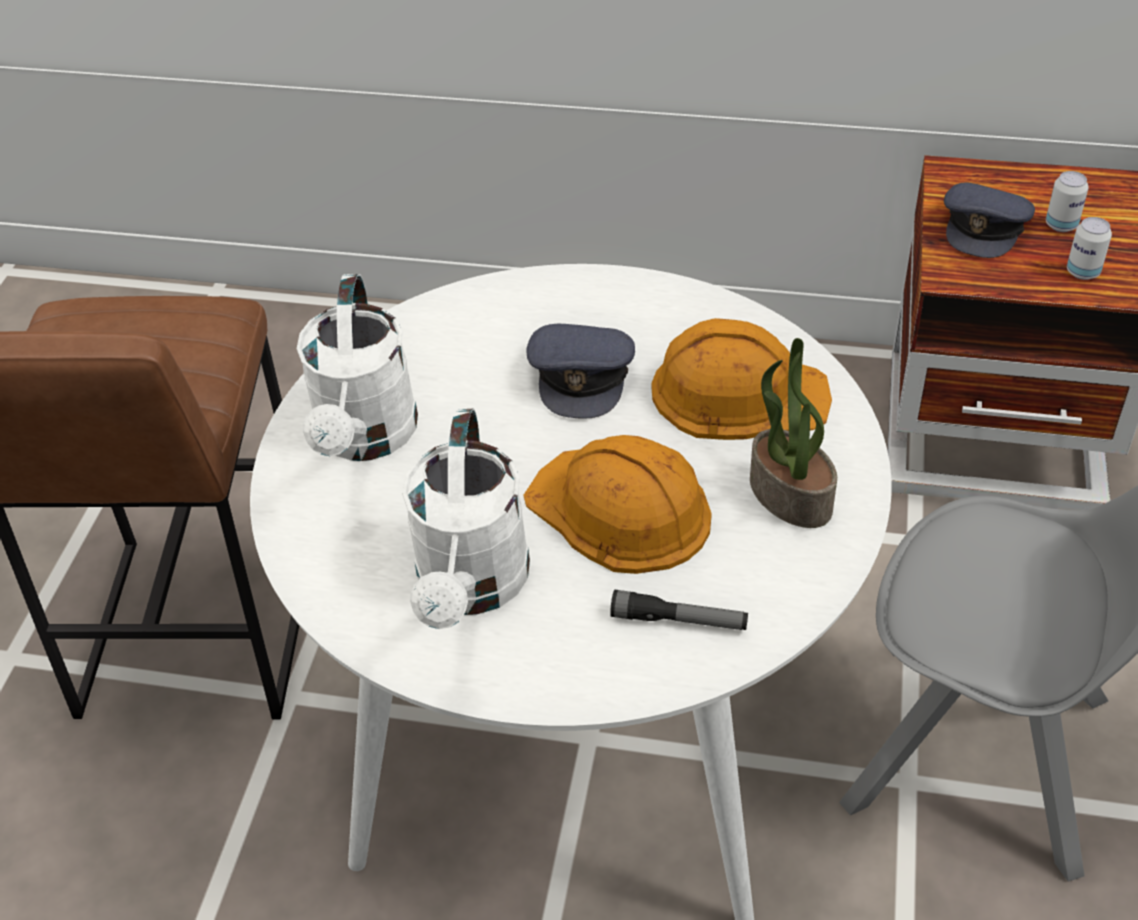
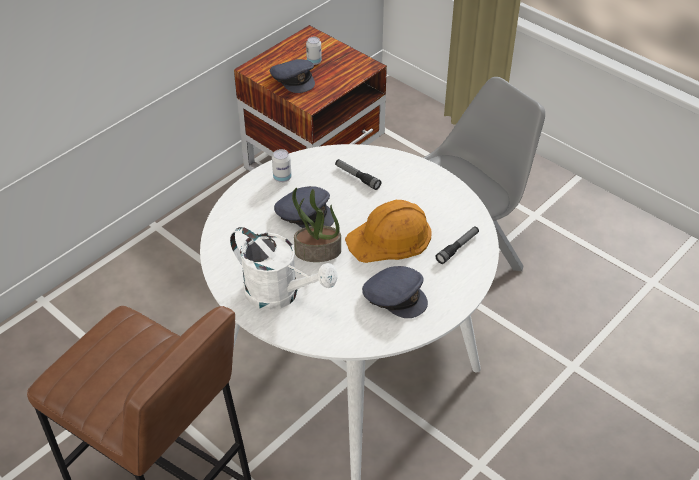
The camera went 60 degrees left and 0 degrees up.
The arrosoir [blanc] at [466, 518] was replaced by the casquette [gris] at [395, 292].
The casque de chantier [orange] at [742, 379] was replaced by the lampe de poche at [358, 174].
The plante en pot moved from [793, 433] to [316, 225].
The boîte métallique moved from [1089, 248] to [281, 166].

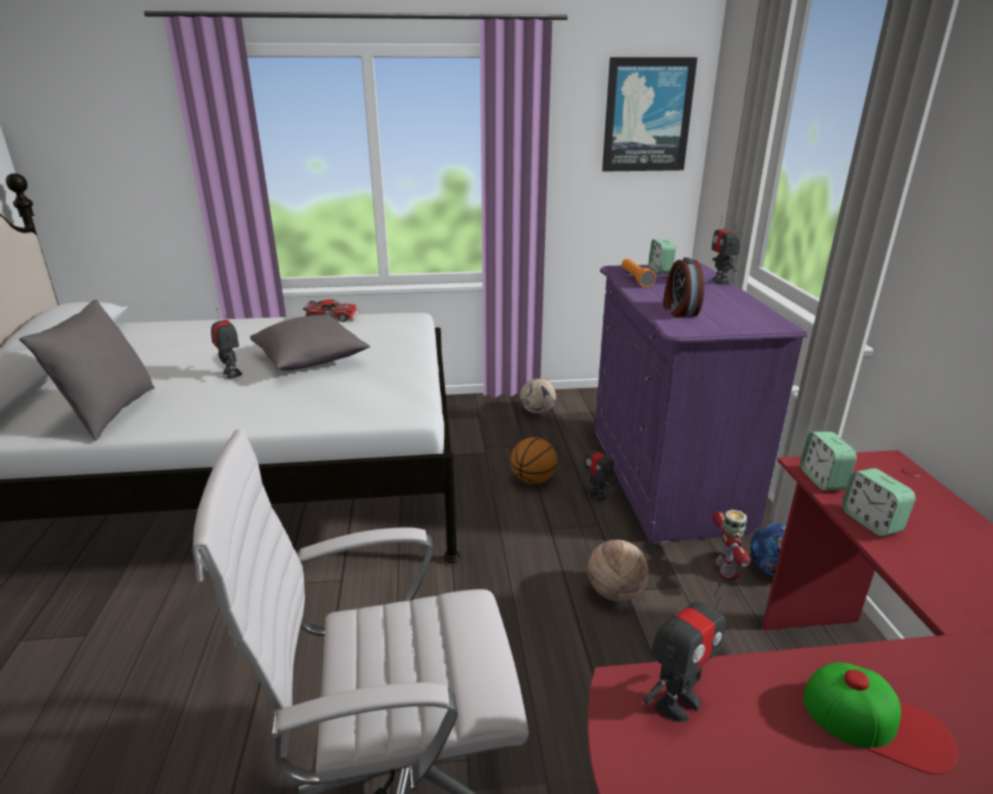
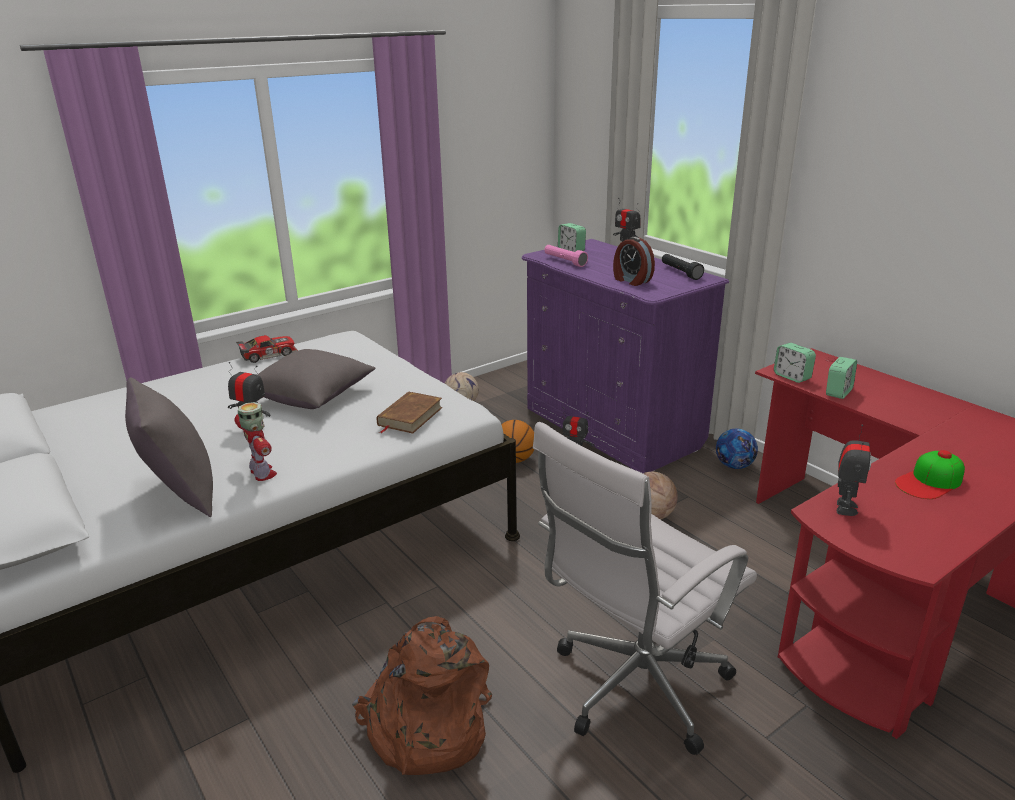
The camera went 30 degrees left and 0 degrees up.
The tableau at [650, 114] disappeared.
The lampe de poche [orange] at [639, 273] became the lampe de poche [rose] at [566, 256].
The robot jouet moved from [731, 545] to [256, 441].
The casquette at [880, 718] turned 150 degrees clockwise.
The réveil at [879, 502] turned 90 degrees counterclockwise.
The sac à dos [marron] at [422, 695] appeared.
The livre [marron] at [410, 412] appeared.
The lampe de poche [noir] at [683, 267] appeared.

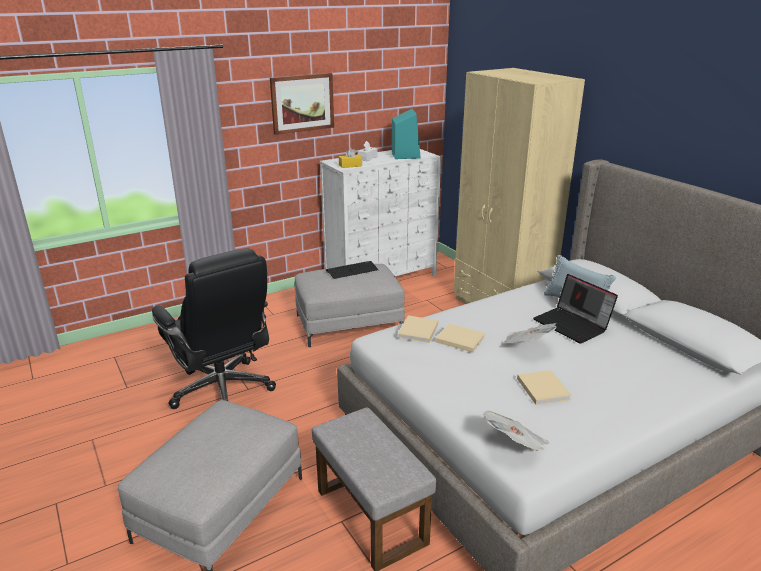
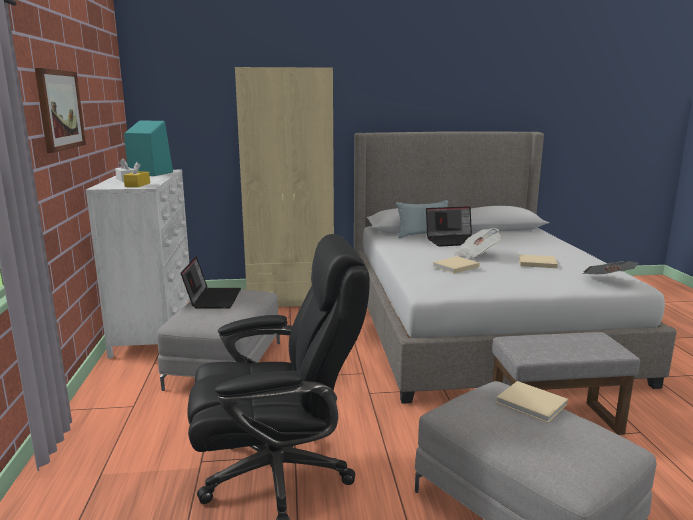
The camera went 65 degrees left and 10 degrees down.
The clavier at [351, 270] was replaced by the ordinateur portable at [211, 282].
The livre [beige] moved from [417, 329] to [532, 402].

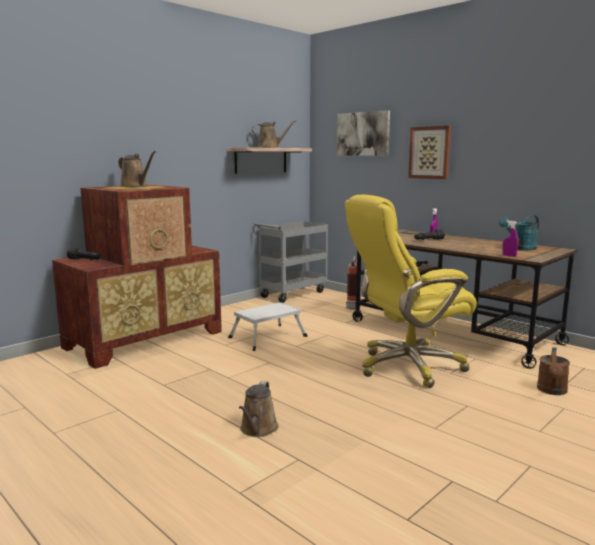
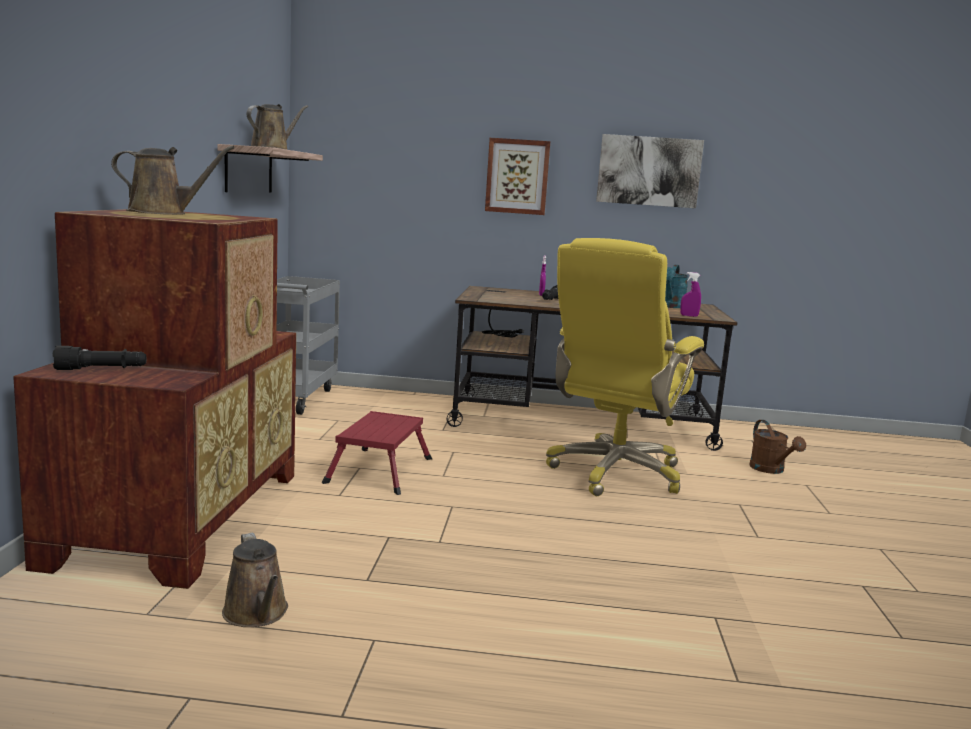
The camera went 40 degrees left and 0 degrees up.
The escabeau [blanc] at [268, 326] became the escabeau [rouge] at [376, 453].
The arrosoir [marron] moved from [258, 409] to [255, 579].
The tableau moved from [363, 133] to [650, 171].
The extincteur at [354, 283] disappeared.

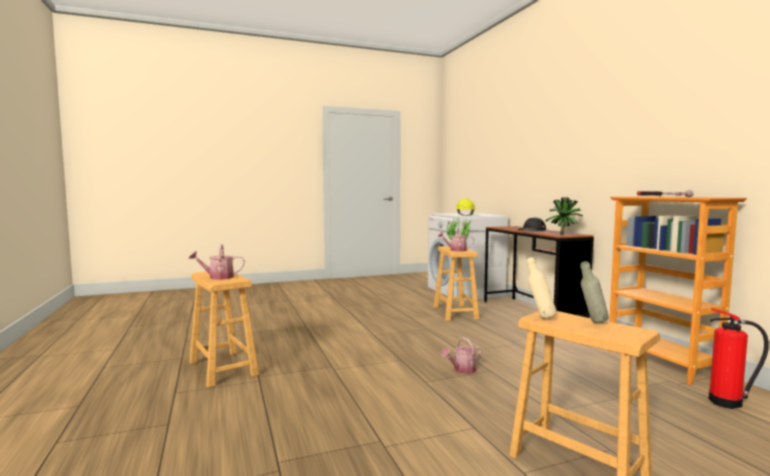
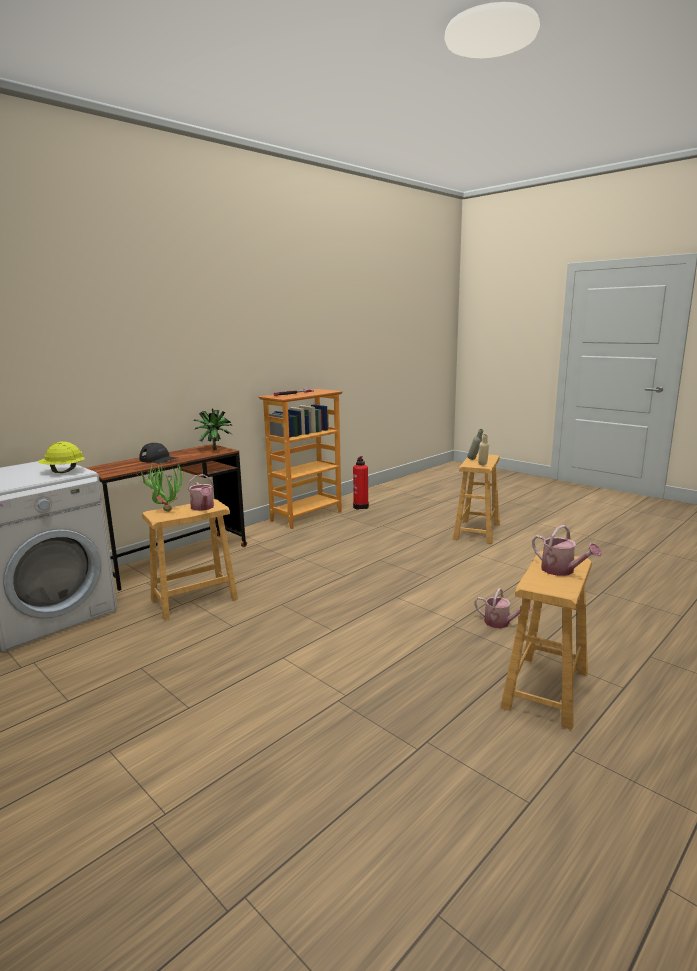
The camera went 115 degrees left and 10 degrees up.
The arrosoir moved from [461, 355] to [503, 608].

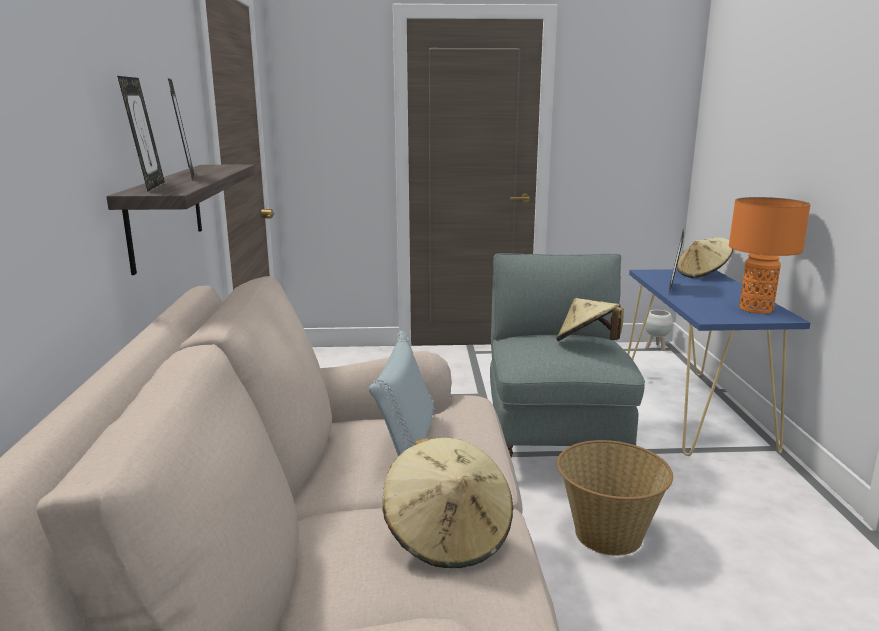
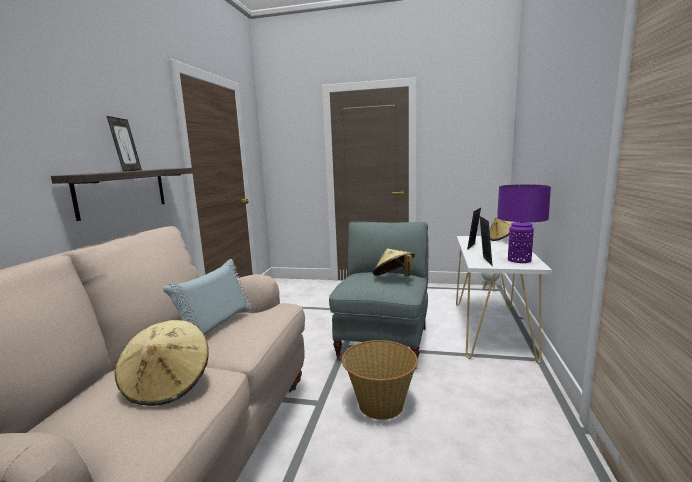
The camera went 15 degrees right and 5 degrees down.
The cadre photo moved from [141, 134] to [486, 240].
The table console [bleu] at [718, 362] became the table console [blanc] at [504, 300].
The lampe de table [orange] at [769, 255] became the lampe de table [violet] at [524, 223].

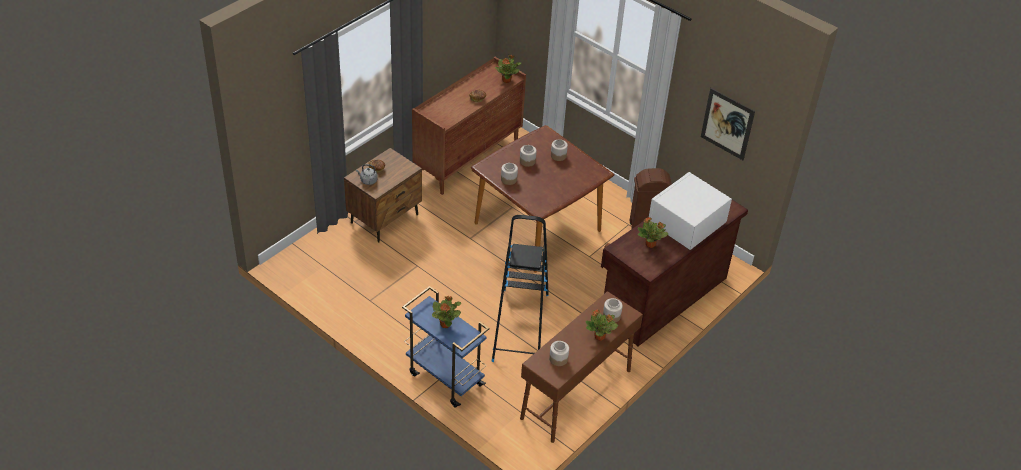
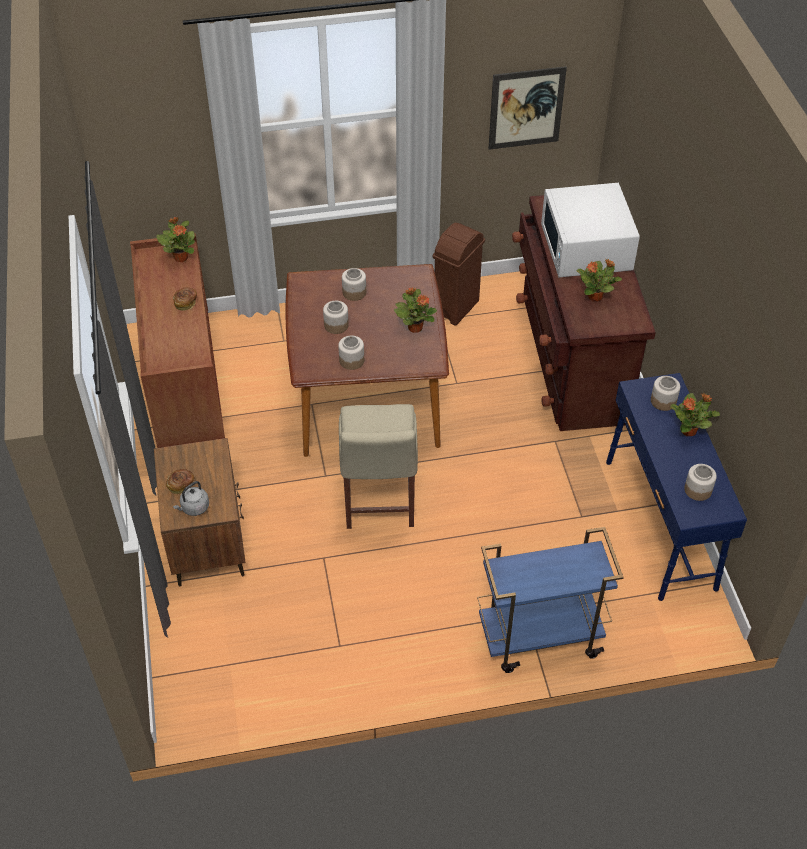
The camera went 50 degrees left and 5 degrees up.
The plante en pot moved from [446, 311] to [415, 310].
The escabeau [noir] at [520, 288] disappeared.
The table console [marron] at [581, 367] became the table console [bleu] at [676, 487].
The chaise [beige] at [378, 466] appeared.

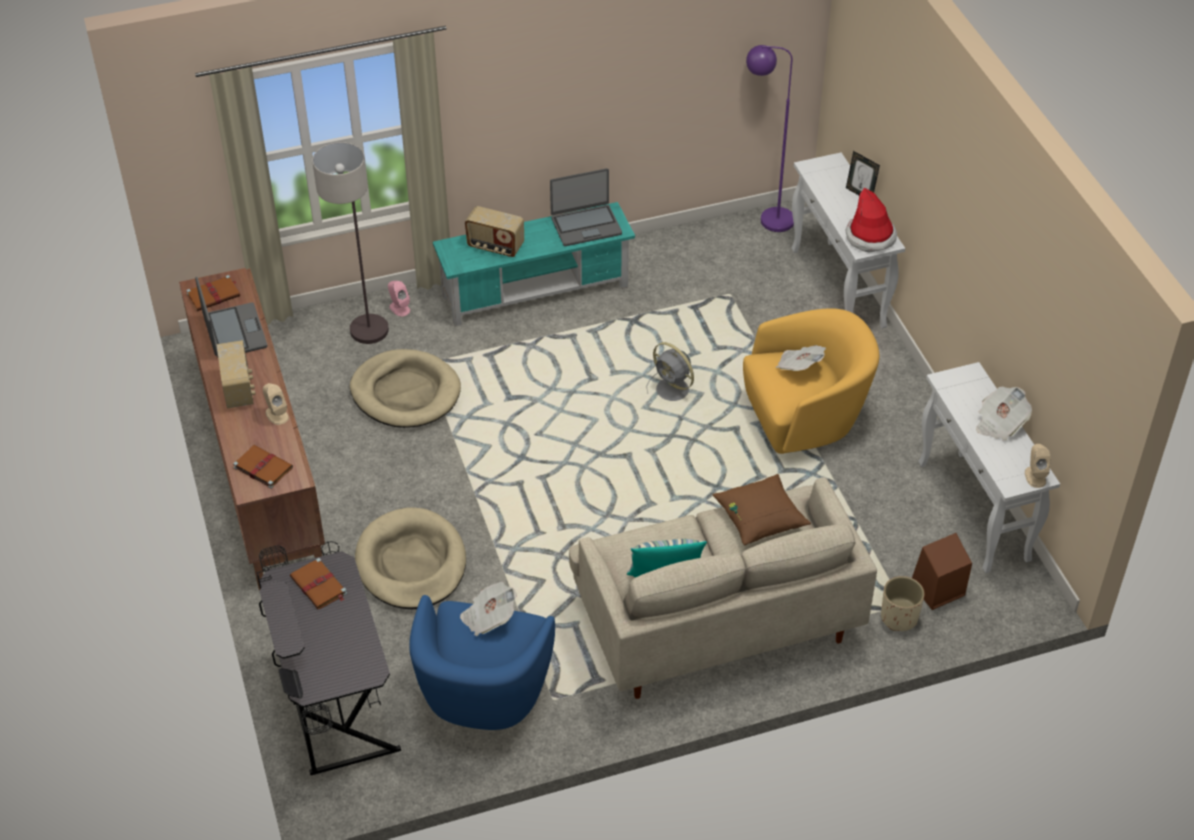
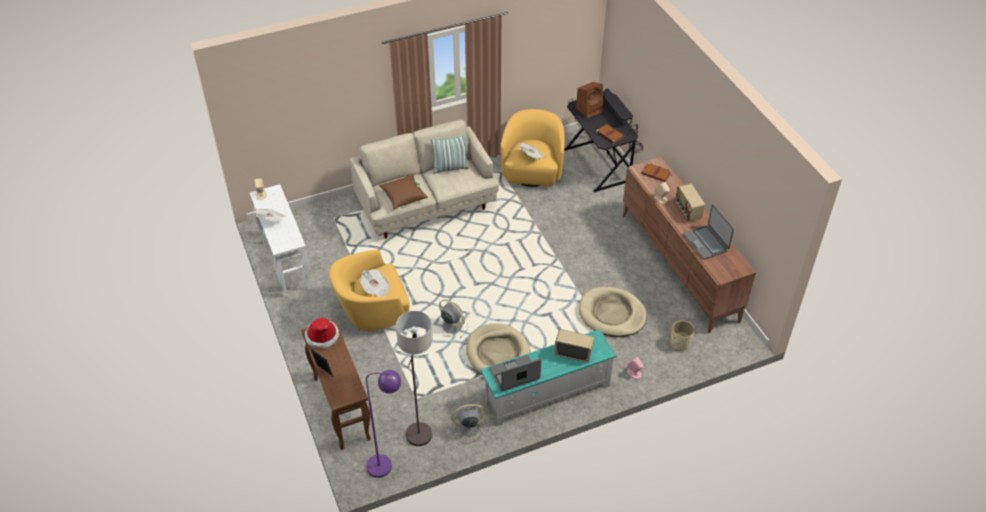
The camera went 175 degrees right and 0 degrees up.
The livre [marron] at [213, 293] disappeared.
The lampadaire [gris] moved from [350, 243] to [414, 378].
The panier pour chien [beige] moved from [410, 558] to [498, 349].
The fauteuil [bleu] at [482, 662] became the fauteuil [jaune] at [533, 148].
The table console [blanc] at [848, 240] became the table console [marron] at [336, 384].
The cache-pot [beige] moved from [903, 603] to [682, 335].
The enceinte [marron] moved from [942, 571] to [589, 100].
The ventilateur [gris] at [470, 424] appeared.

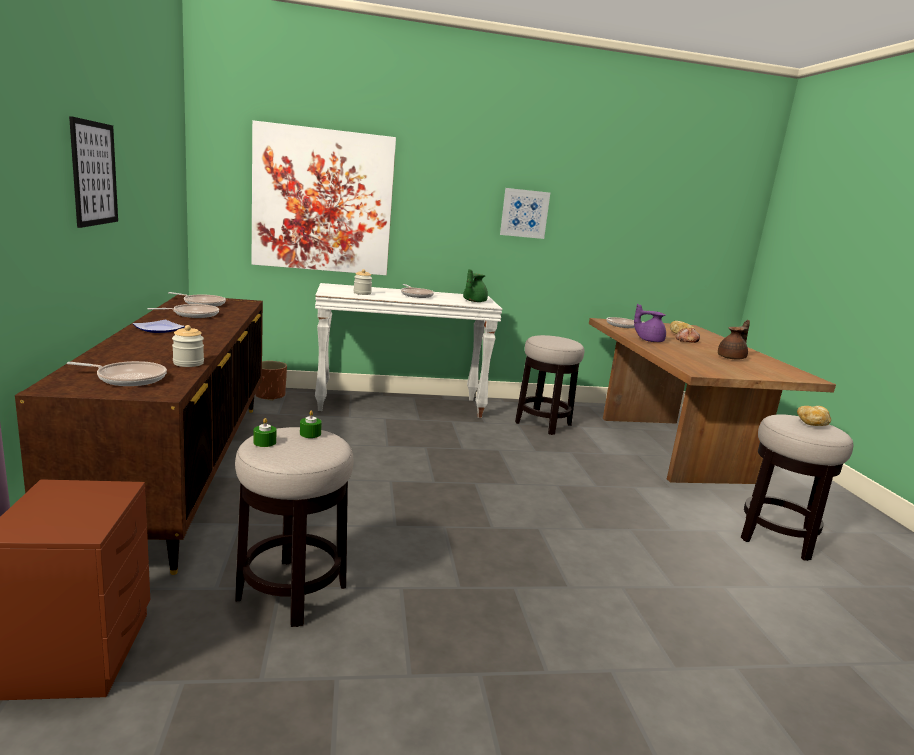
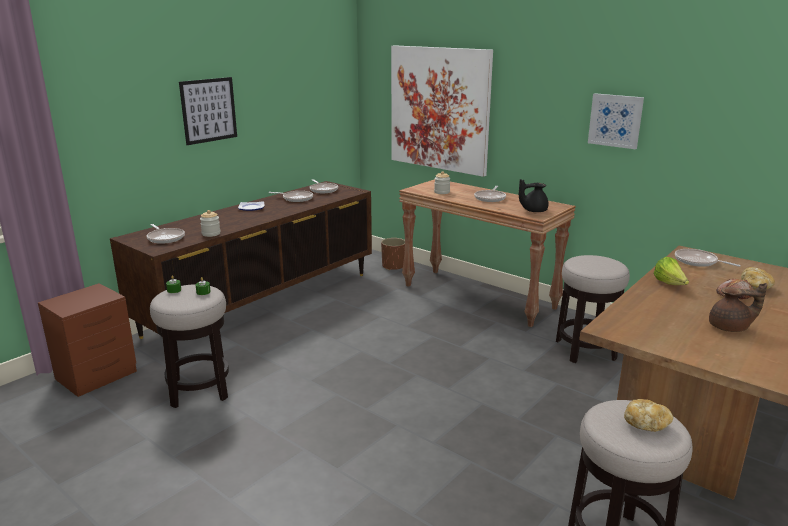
The camera went 50 degrees right and 5 degrees up.
The table console [blanc] at [408, 350] became the table console [marron] at [487, 253].
The théière [vert] at [475, 285] became the théière [noir] at [533, 195].
The théière [violet] at [650, 323] was replaced by the laitue at [671, 271].

